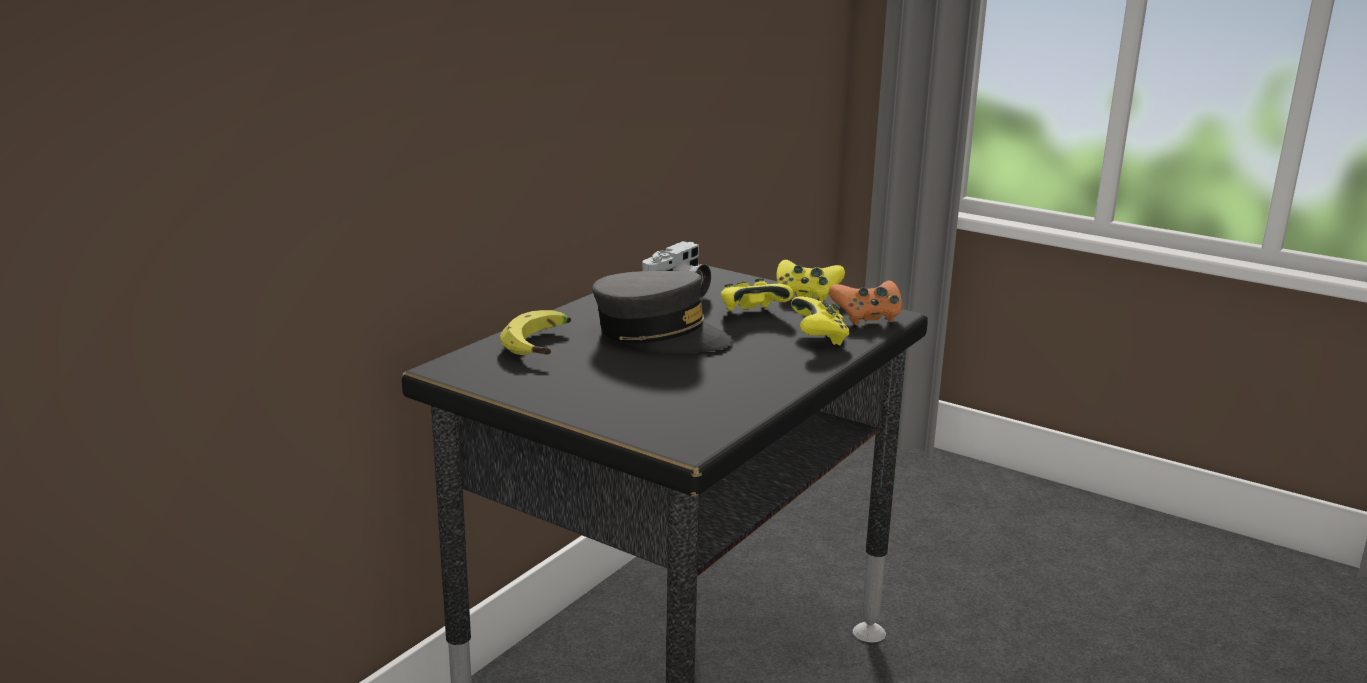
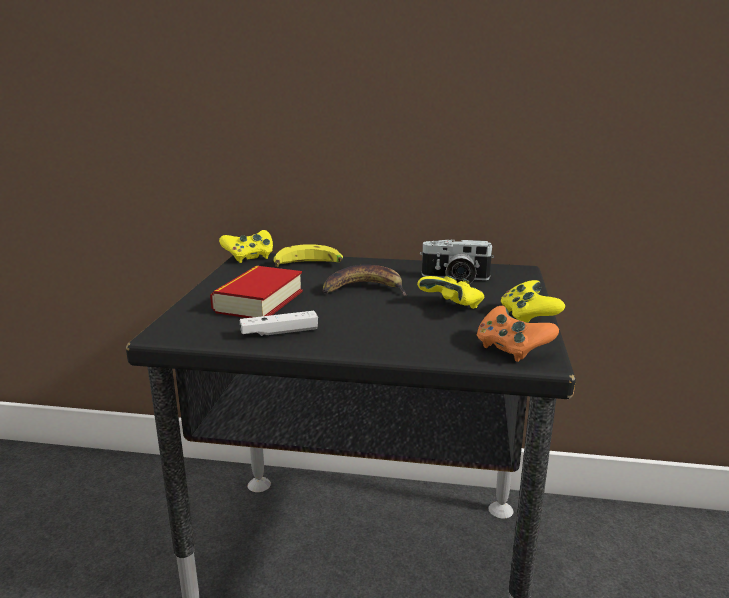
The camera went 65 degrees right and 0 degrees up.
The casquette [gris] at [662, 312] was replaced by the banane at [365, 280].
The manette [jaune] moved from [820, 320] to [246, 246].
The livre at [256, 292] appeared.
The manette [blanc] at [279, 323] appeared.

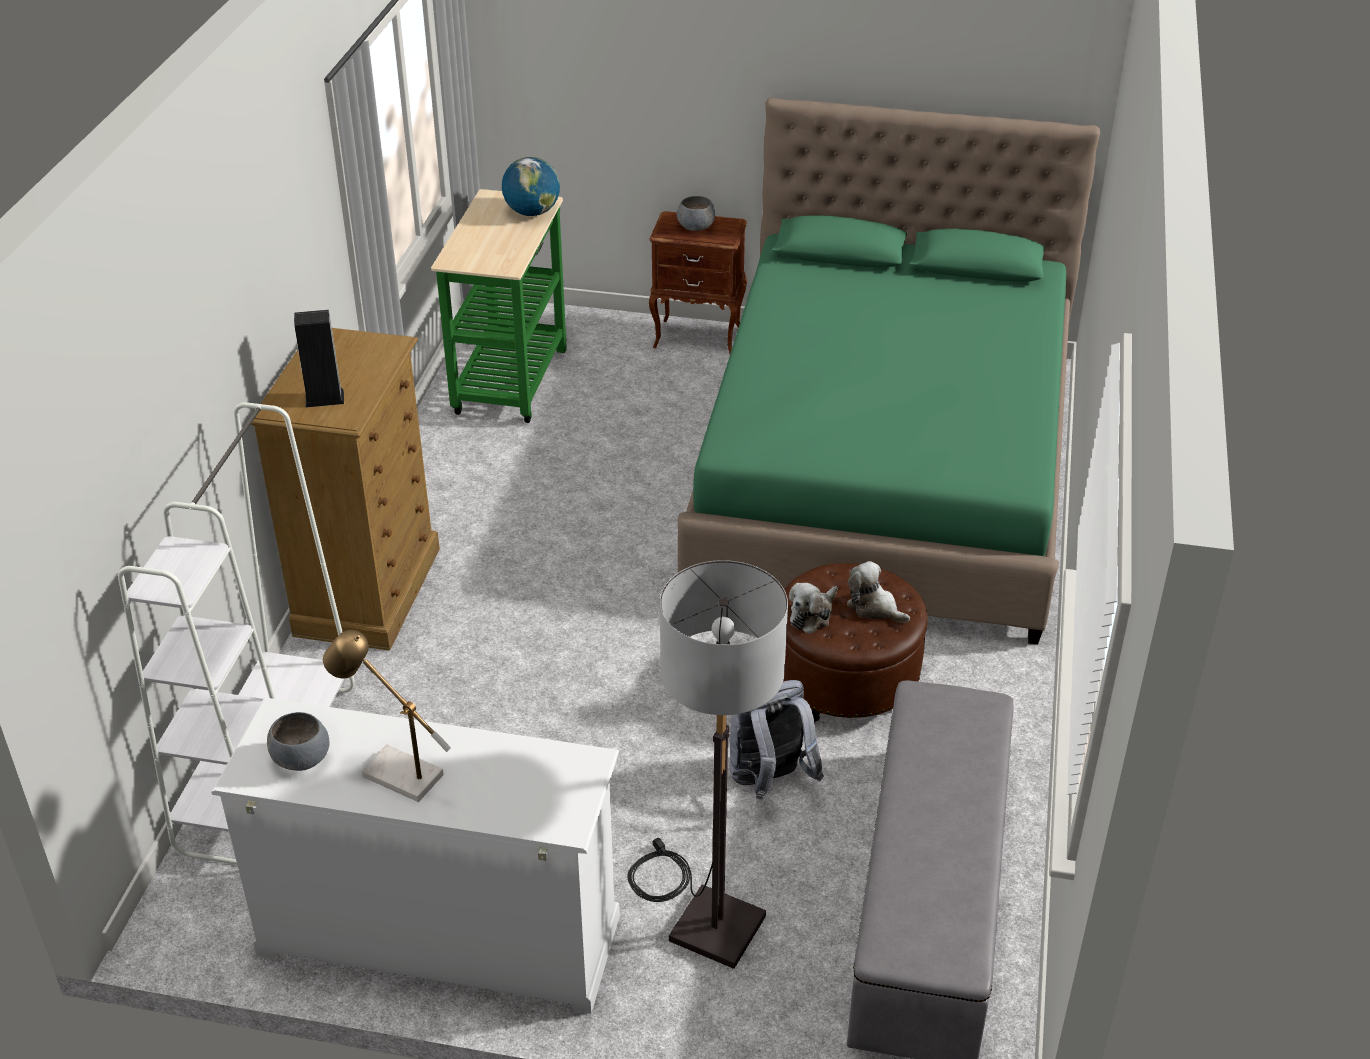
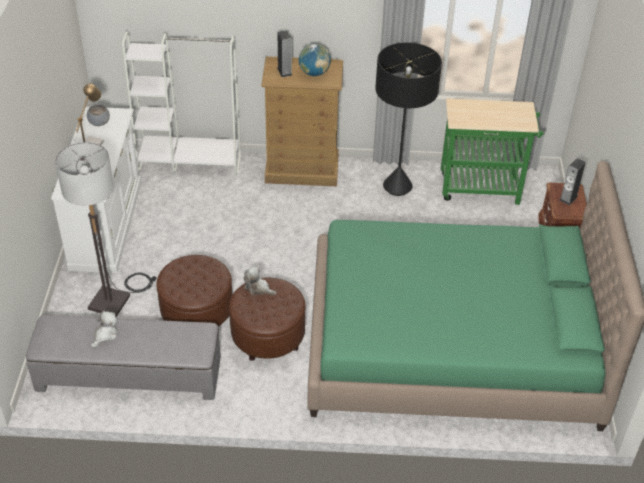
The camera went 80 degrees right and 5 degrees up.
The globe moved from [531, 186] to [315, 60].
The bol [gris] at [696, 213] was replaced by the enceinte at [572, 181].
The sac à dos [gris] at [777, 740] was replaced by the pouf [marron] at [194, 291].
The peluche moved from [878, 592] to [104, 329].
The lampadaire [noir] at [408, 119] appeared.

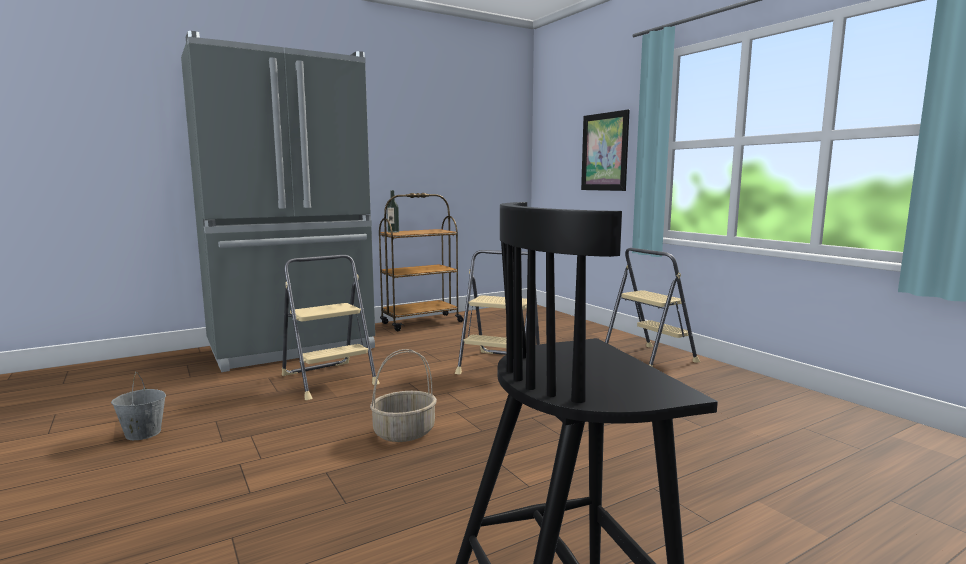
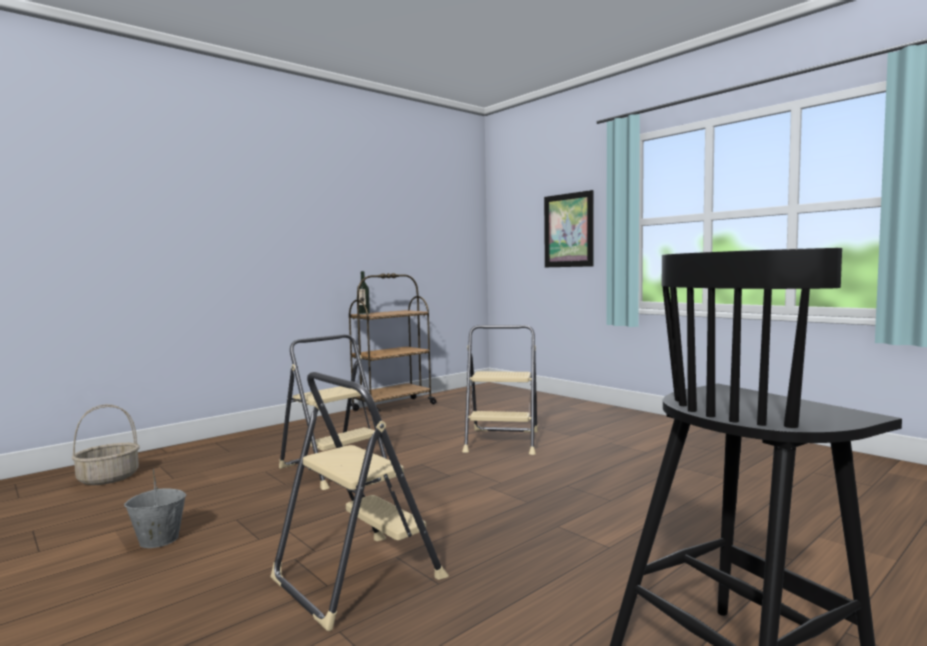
The camera went 10 degrees left and 5 degrees down.
The réfrigérateur [gris] at [278, 201] disappeared.
The panier moved from [403, 395] to [106, 444].
The escabeau [beige] moved from [652, 307] to [360, 501].

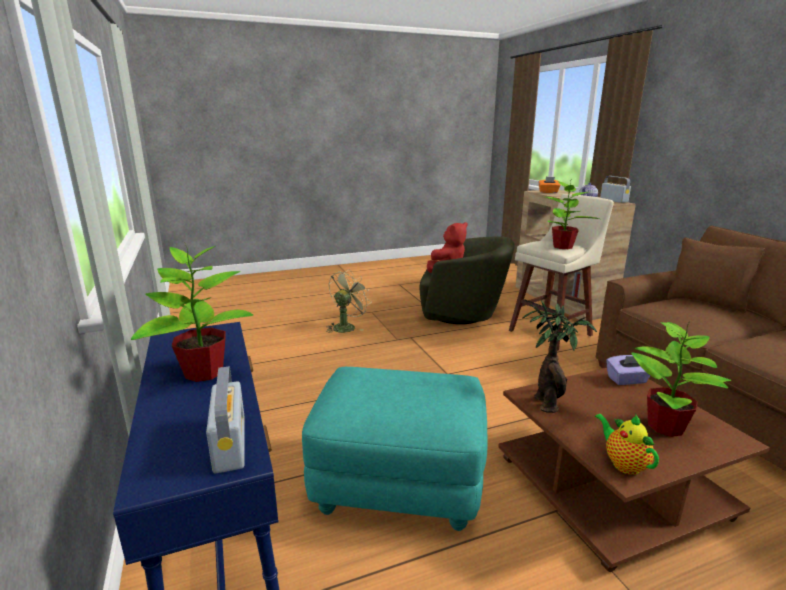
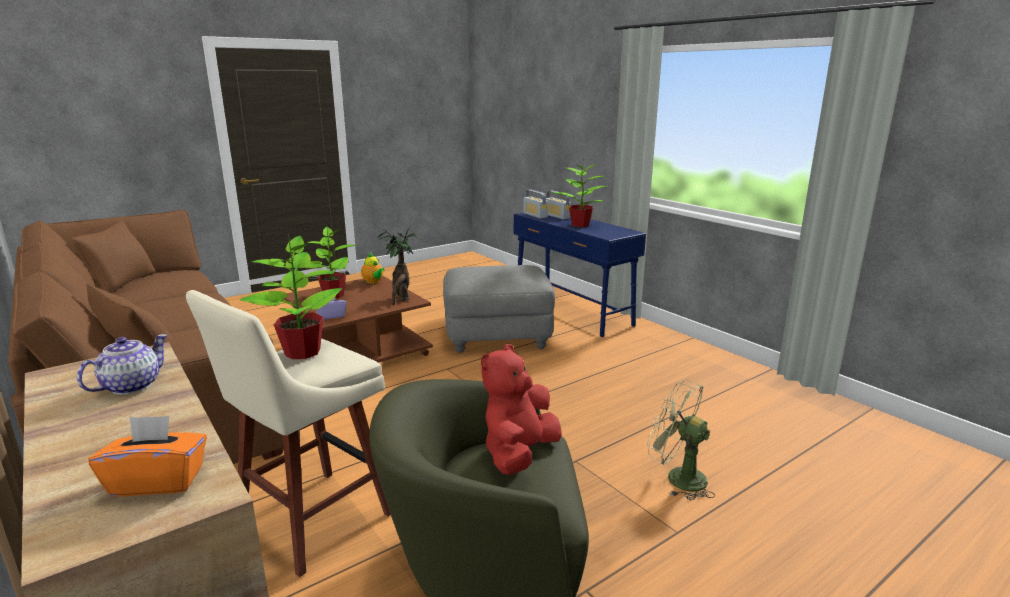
The camera went 165 degrees right and 0 degrees up.
The pouf [turquoise] at [394, 449] became the pouf [gris] at [499, 309].
The ventilateur [vert] at [349, 301] turned 105 degrees clockwise.
The radio moved from [615, 189] to [558, 205].

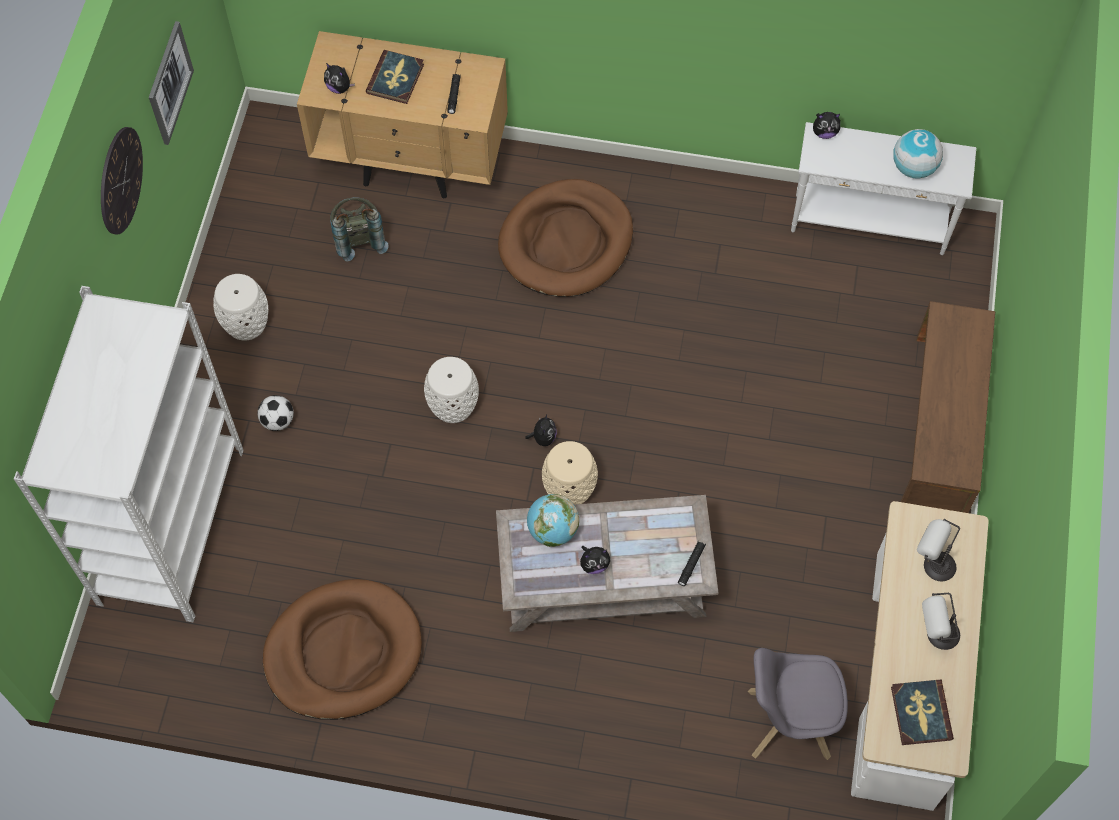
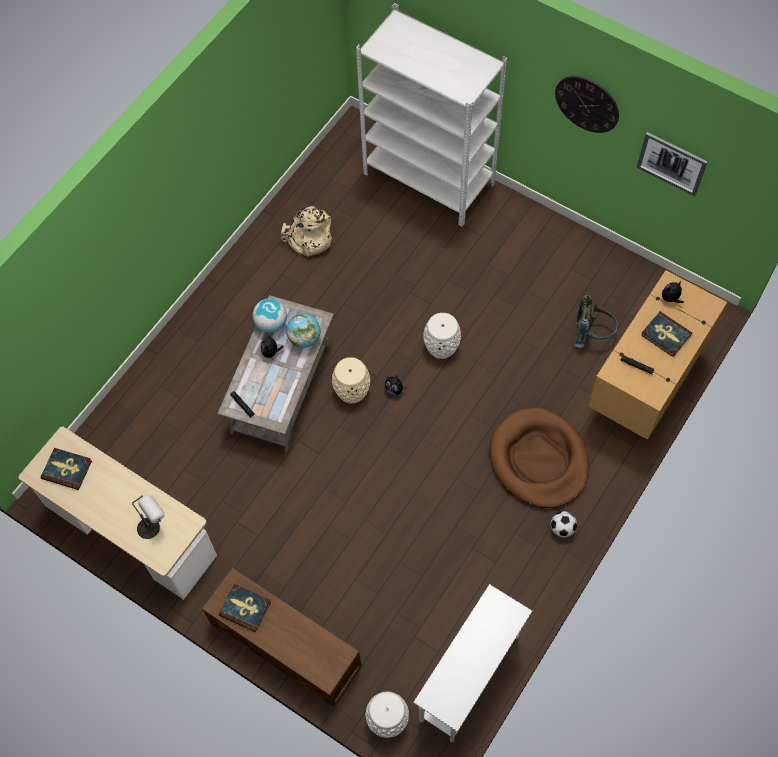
The camera went 115 degrees right and 0 degrees up.
The tabouret [blanc] moved from [240, 307] to [387, 715].
The ballon de foot moved from [275, 413] to [564, 524].
The panier pour chien [marron] at [342, 649] was replaced by the sac à dos [beige] at [306, 231].
The chaise [gris] at [798, 704] disappeared.
The peluche at [827, 125] disappeared.
The globe moved from [918, 154] to [269, 315].
The lampe de table at [941, 621] disappeared.
The livre at [244, 608] appeared.

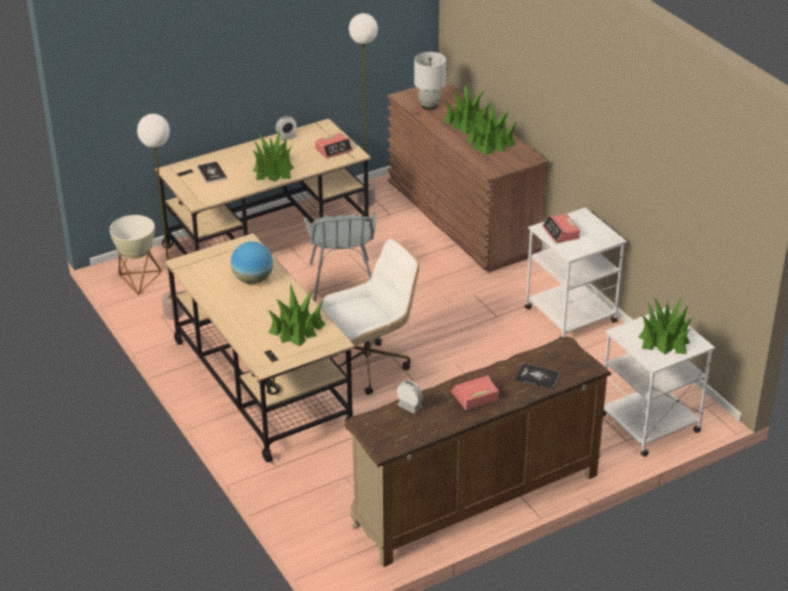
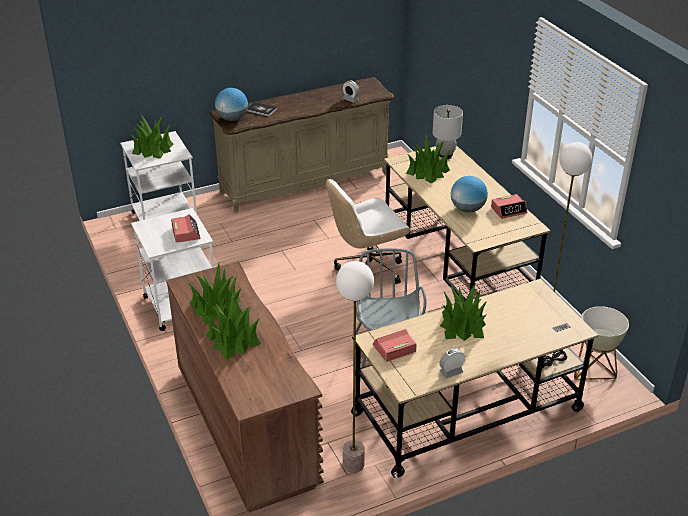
The camera went 175 degrees left and 0 degrees up.
The livre at [212, 172] disappeared.
The lampe de table [blanc] moved from [430, 81] to [448, 131].
The réveil moved from [475, 392] to [509, 206].
The globe at [231, 104] appeared.

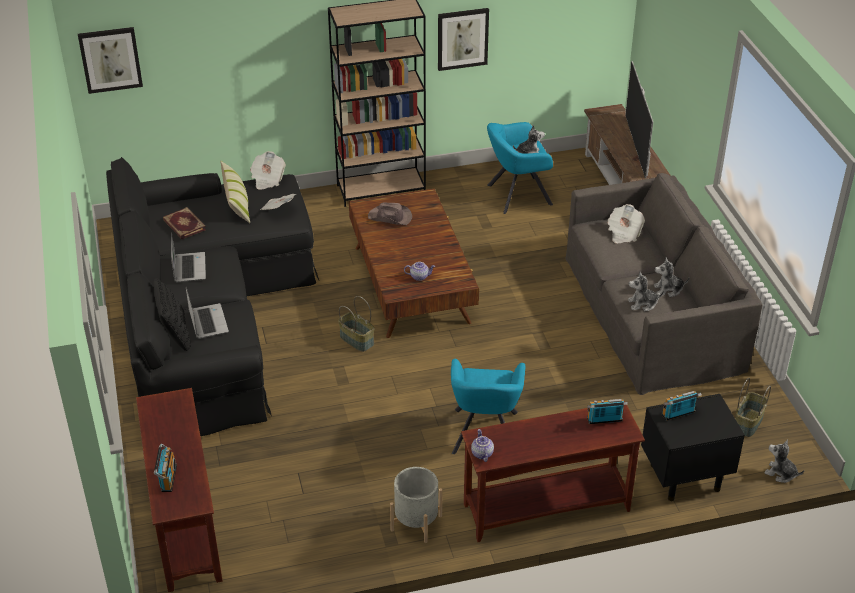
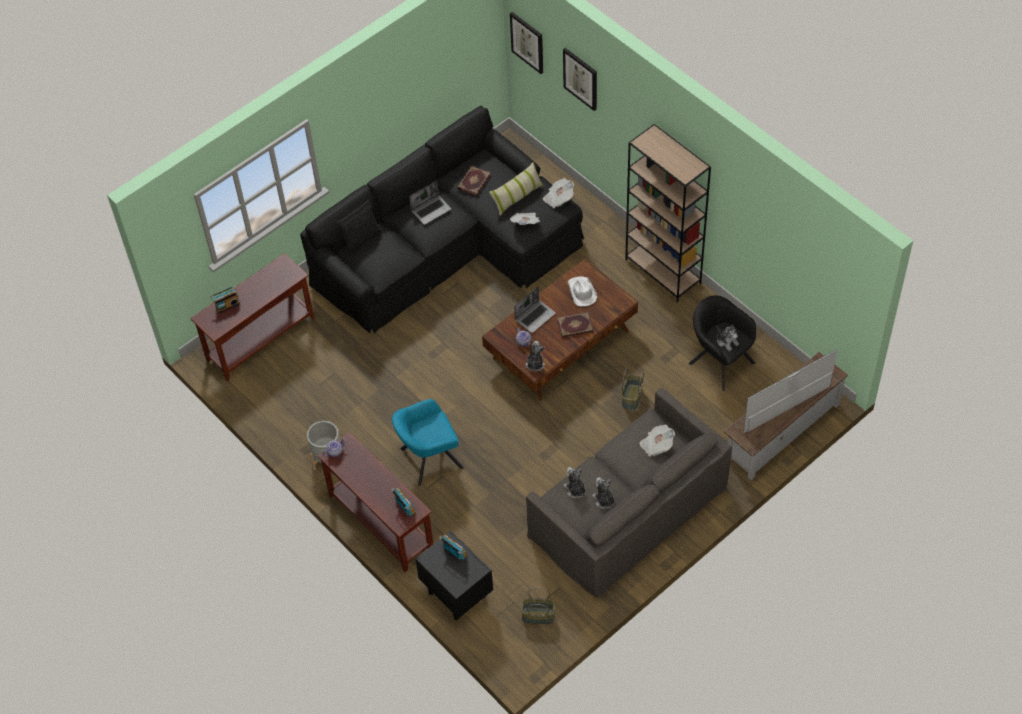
The camera went 65 degrees right and 15 degrees up.
The ordinateur portable moved from [207, 313] to [535, 309].
The panier moved from [356, 324] to [633, 389].
The chapeau [marron] at [390, 213] became the chapeau [blanc] at [582, 291].
The tableau moved from [463, 39] to [580, 79].
The fauteuil [turquoise] at [520, 168] became the fauteuil [noir] at [722, 343].
The peluche moved from [784, 461] to [535, 356].
The livre at [575, 325] appeared.

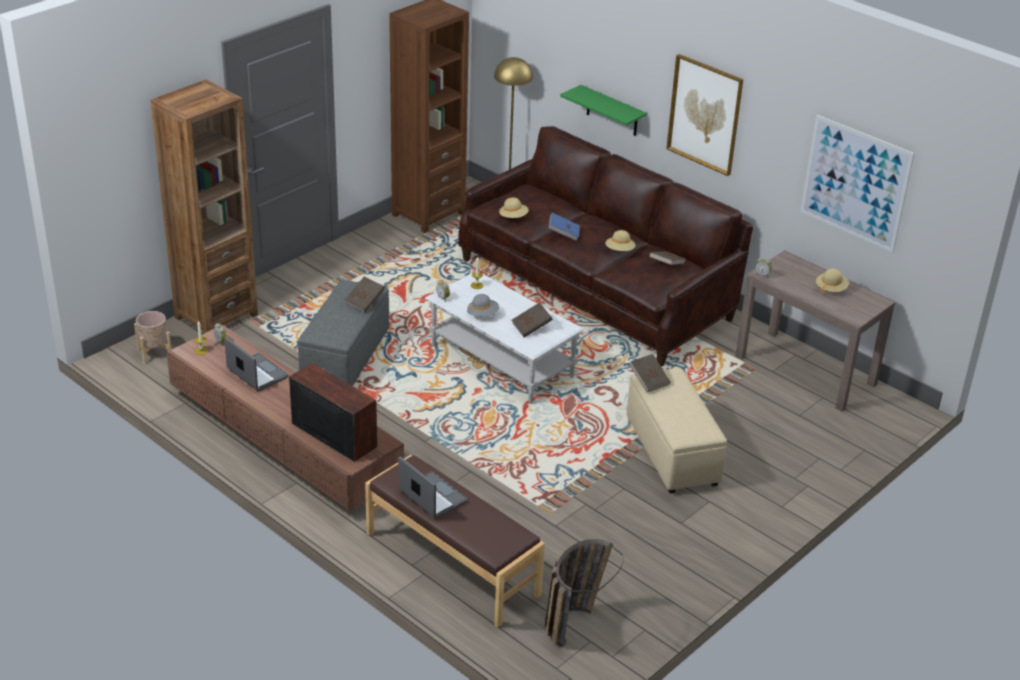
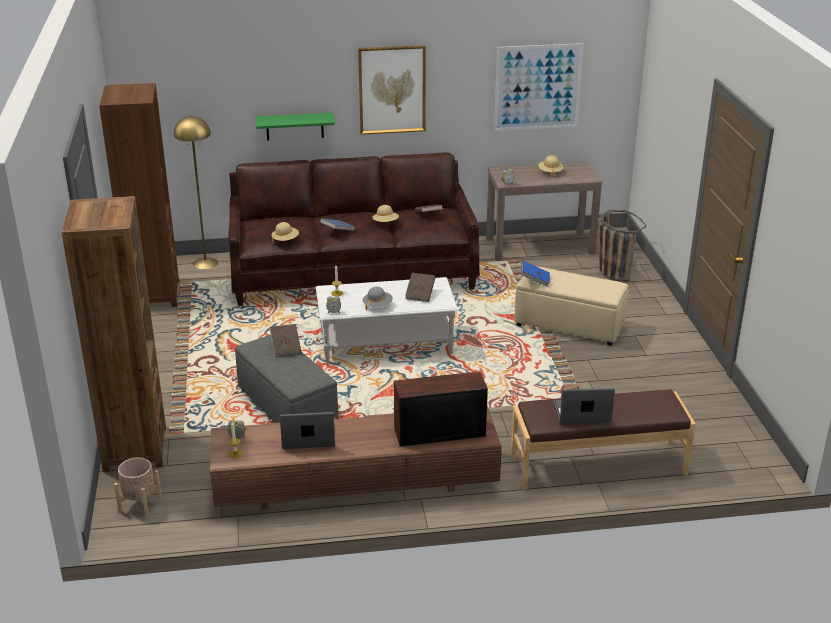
The camera went 50 degrees left and 5 degrees down.
The panier moved from [583, 593] to [622, 245].
The livre [marron] at [650, 373] became the livre [bleu] at [535, 274].

